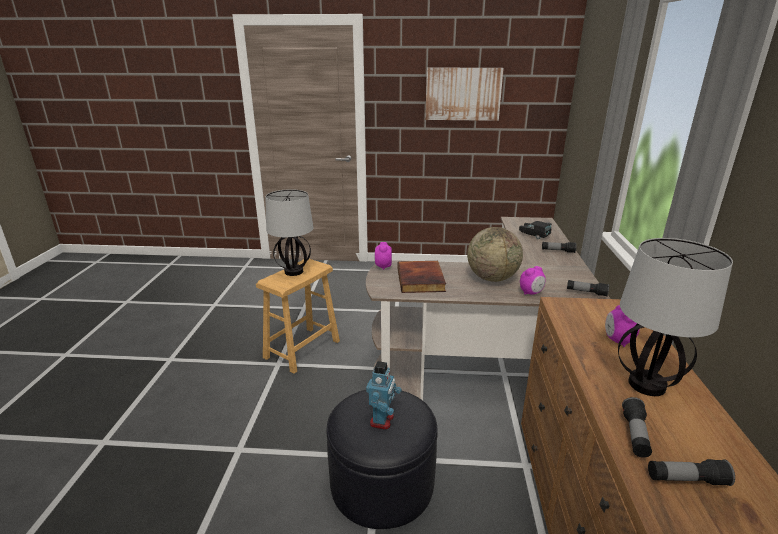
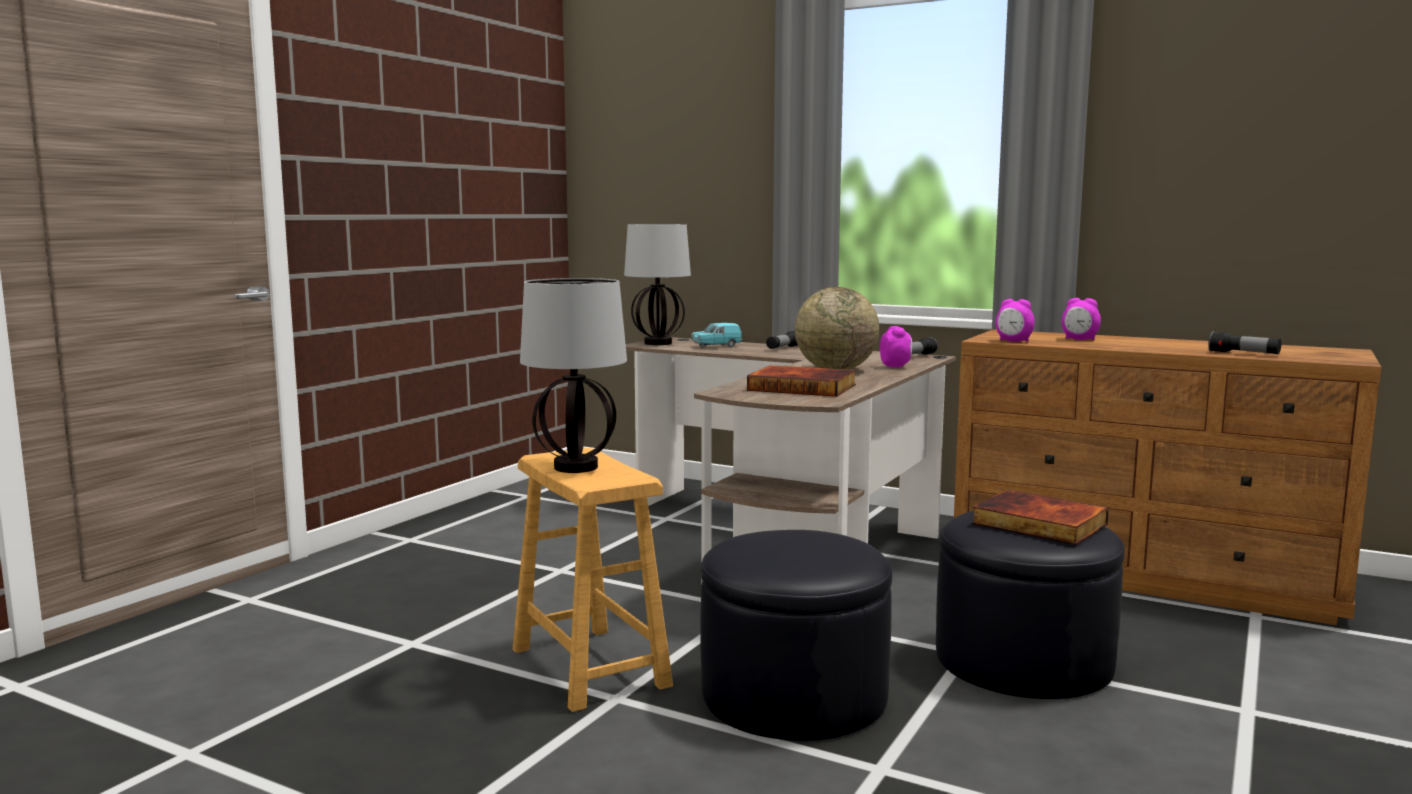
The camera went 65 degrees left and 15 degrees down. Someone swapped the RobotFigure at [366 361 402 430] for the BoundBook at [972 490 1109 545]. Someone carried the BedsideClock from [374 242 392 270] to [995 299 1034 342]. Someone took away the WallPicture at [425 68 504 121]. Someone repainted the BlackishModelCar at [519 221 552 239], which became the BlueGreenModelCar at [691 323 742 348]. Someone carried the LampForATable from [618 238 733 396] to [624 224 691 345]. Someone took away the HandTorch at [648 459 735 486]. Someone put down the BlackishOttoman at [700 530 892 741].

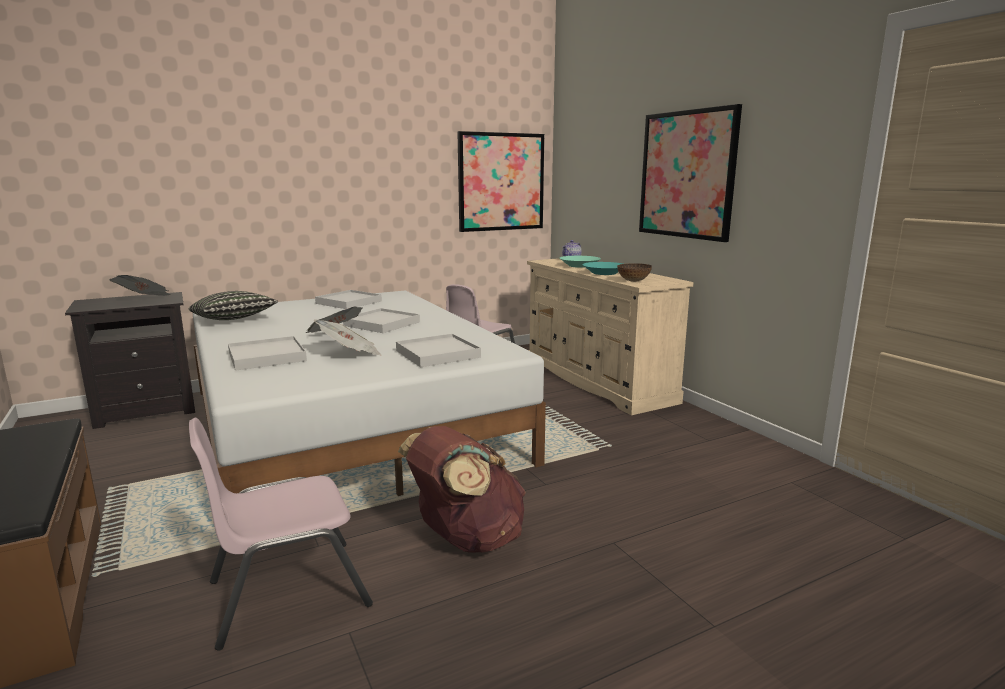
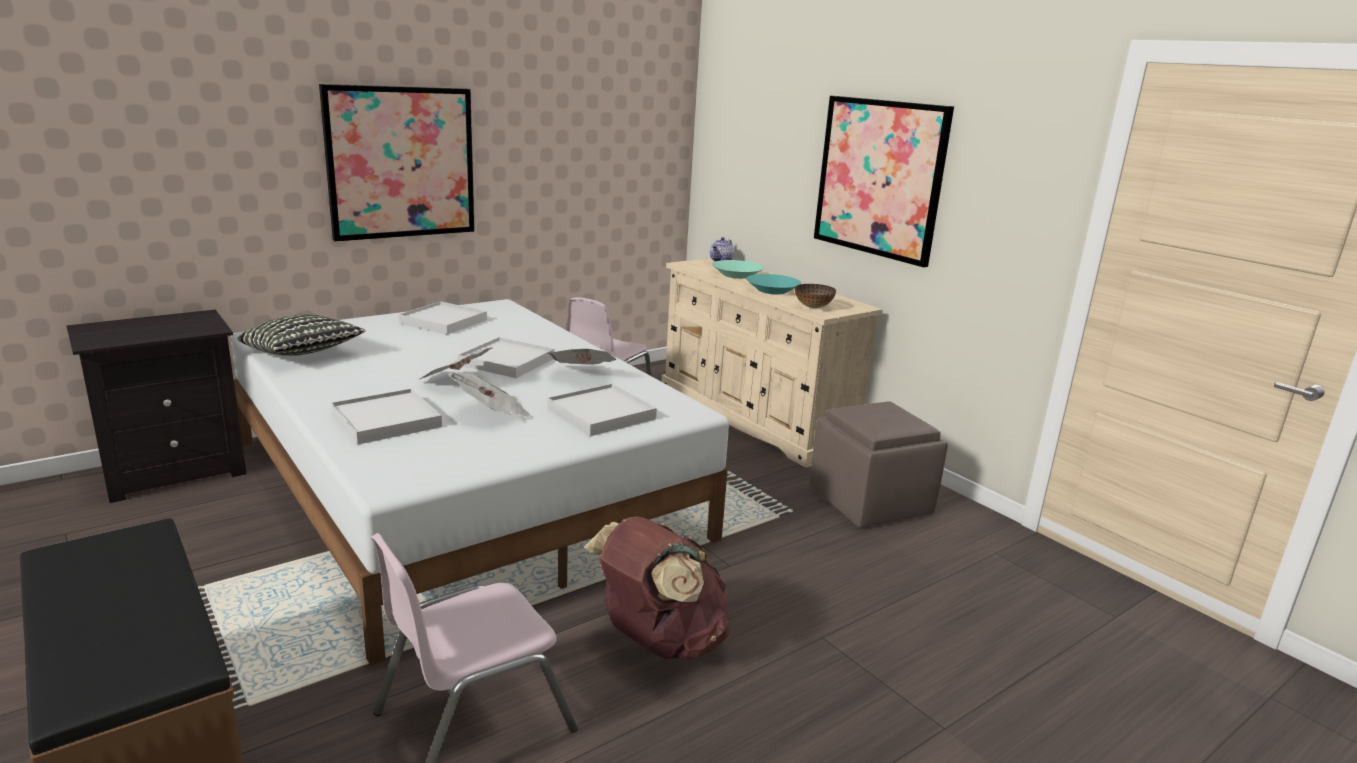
The camera went 10 degrees left and 5 degrees up. Someone carried the DailyPaper from [110 275 171 296] to [548 349 616 365]. Someone carried the WallPicture from [457 131 544 232] to [319 84 475 241]. Someone put down the BrownColouredOttoman at [810 401 948 527].

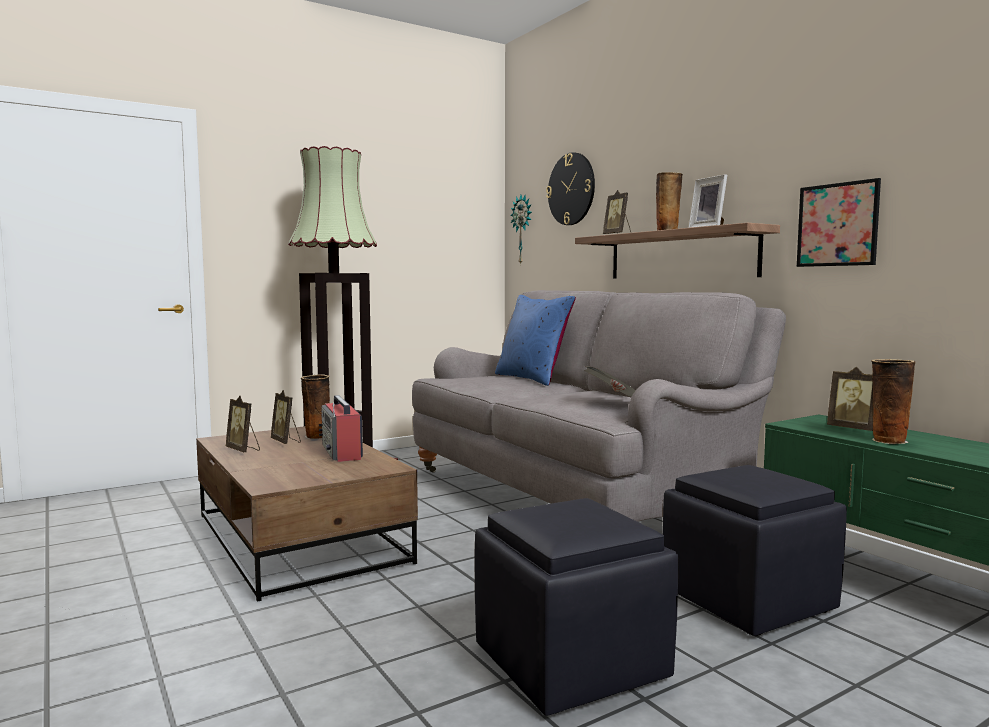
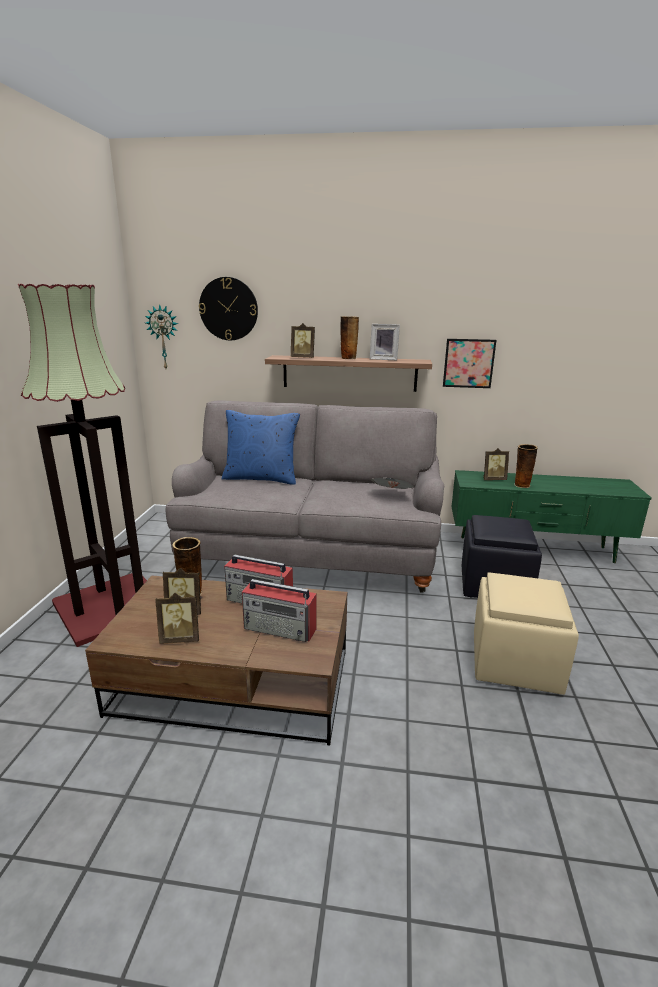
The camera went 50 degrees left and 15 degrees up. Someone repainted the BlackishOttoman at [475 498 679 716], which became the BeigeColouredOttoman at [474 573 579 695]. Someone put down the RadioReceiver at [242 579 317 642].

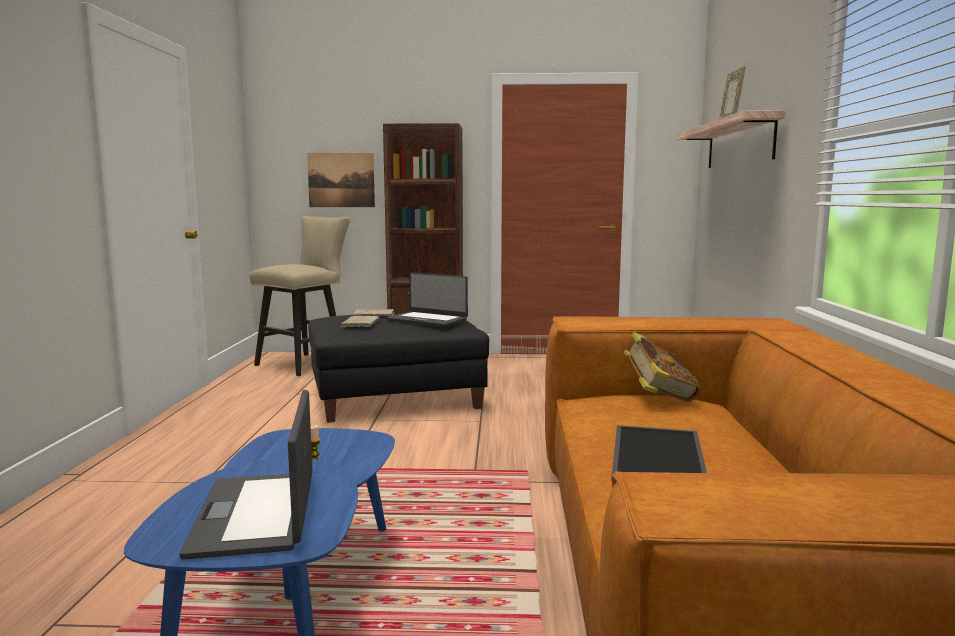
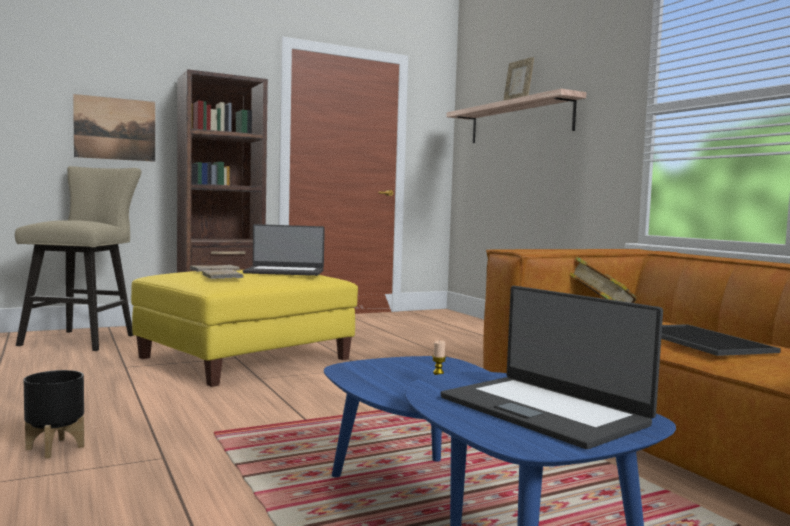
The camera went 30 degrees left and 5 degrees down. Someone repainted the BlackishOttoman at [308 313 489 423], which became the YellowishOttoman at [131 270 358 387]. Someone put down the BlackishPlantPot at [24 370 84 459].

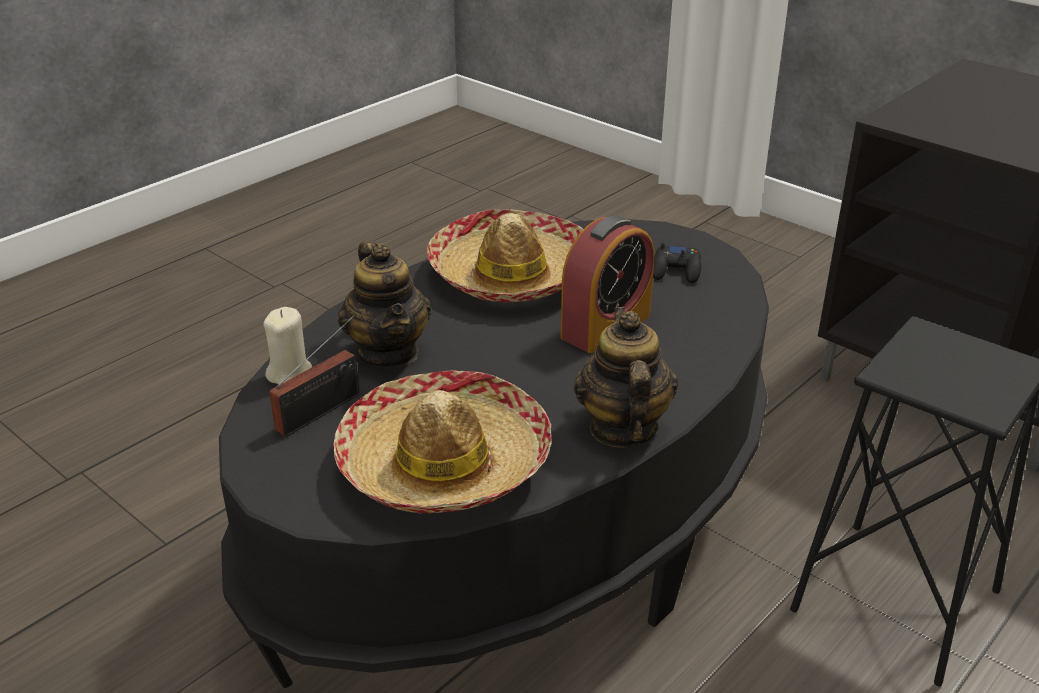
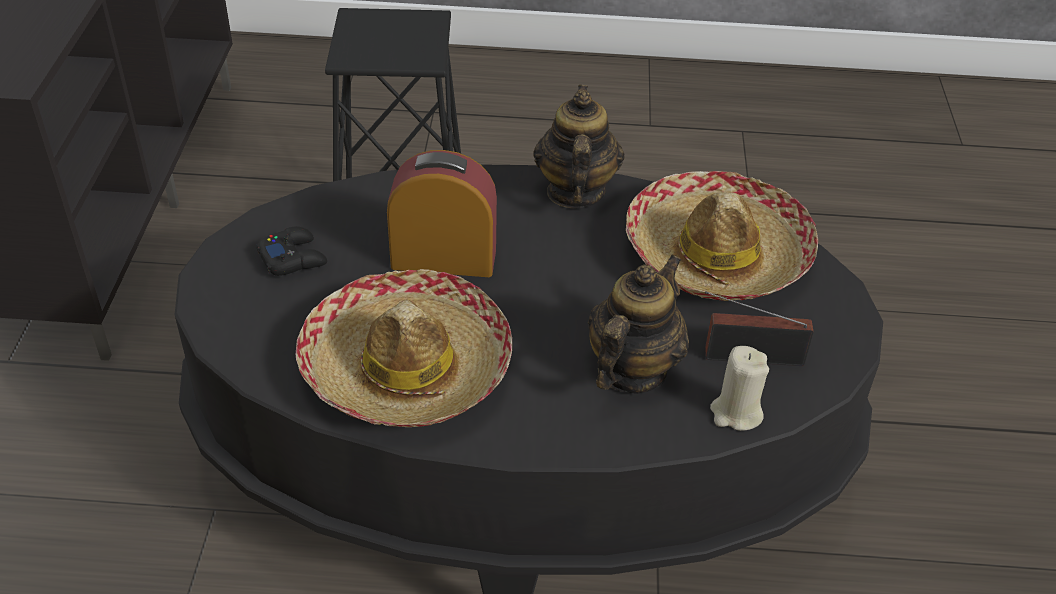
The camera went 130 degrees left and 10 degrees up. Someone rotated the TeaPot at [574 307 678 448] by 135 degrees clockwise.

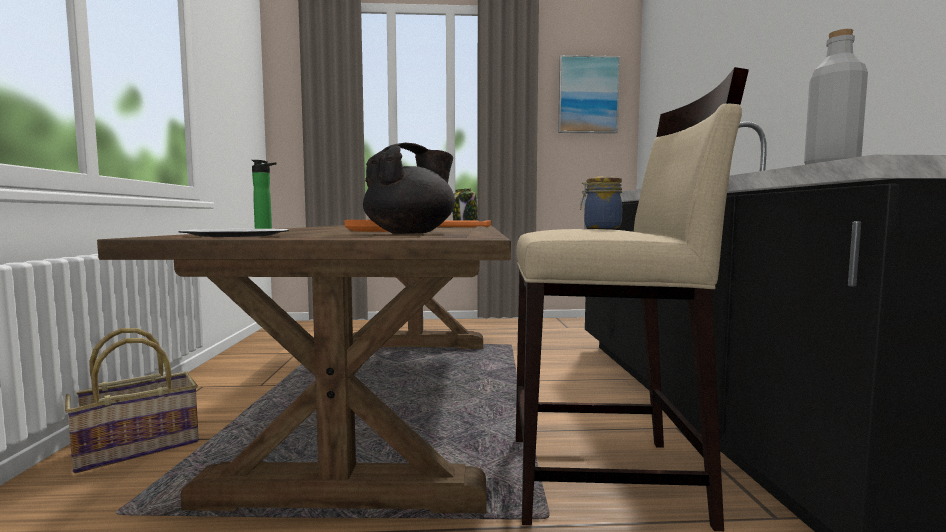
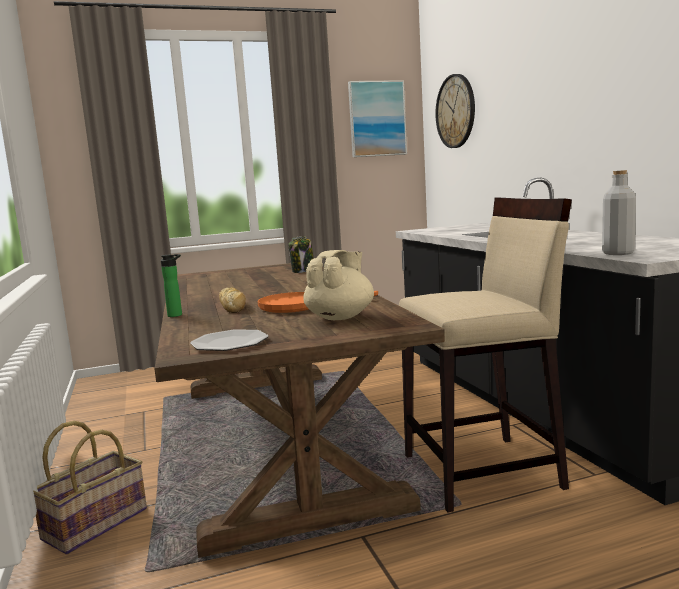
The camera went 15 degrees left and 5 degrees up. Someone repainted the BlackishTeaPot at [363 143 455 234], which became the BeigeColouredTeaPot at [303 250 374 320]. Someone took away the Jar at [580 176 622 228]. Someone put down the BakeryBread at [219 287 246 313]. Someone put up the ClockOnTheWall at [435 74 475 148].

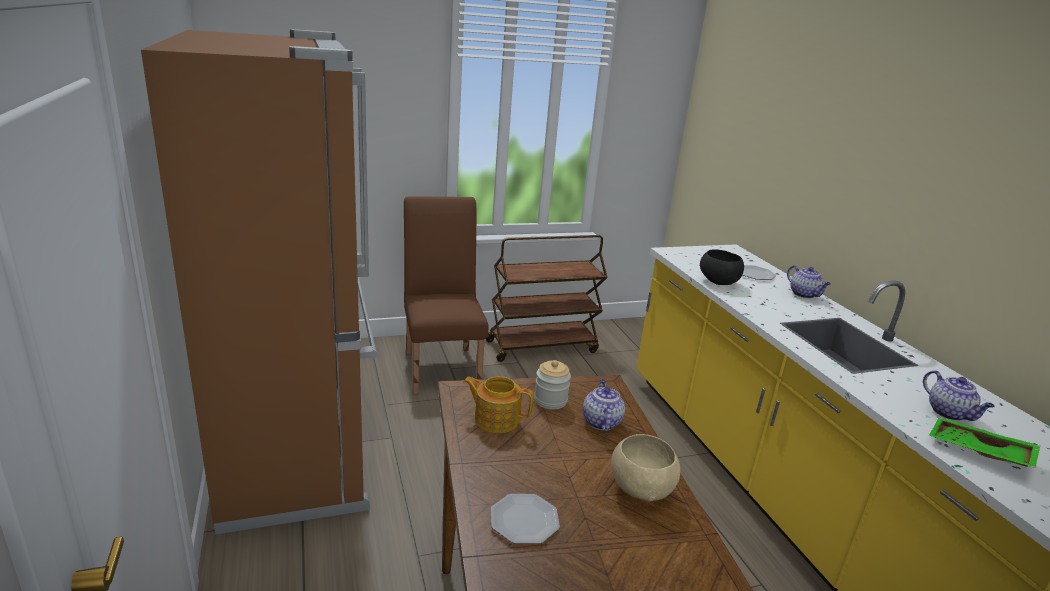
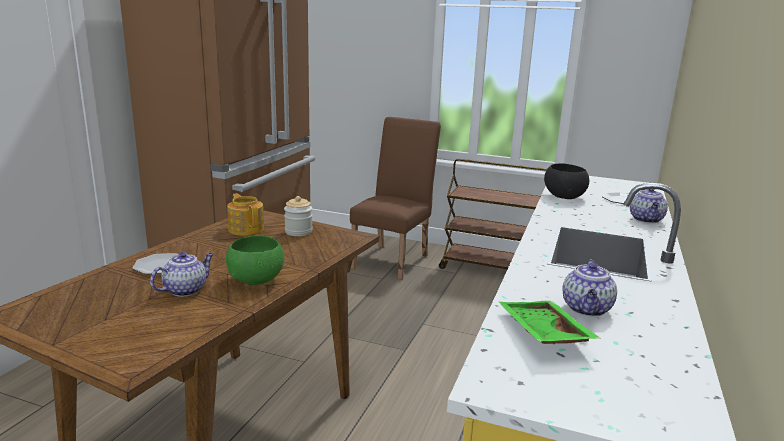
The camera went 40 degrees right and 5 degrees down. Someone carried the TeaPot from [583 379 625 431] to [150 252 214 297]. Someone repainted the BeigeColouredDeepDish at [611 434 680 501], which became the GreenColouredDeepDish at [226 236 284 285].

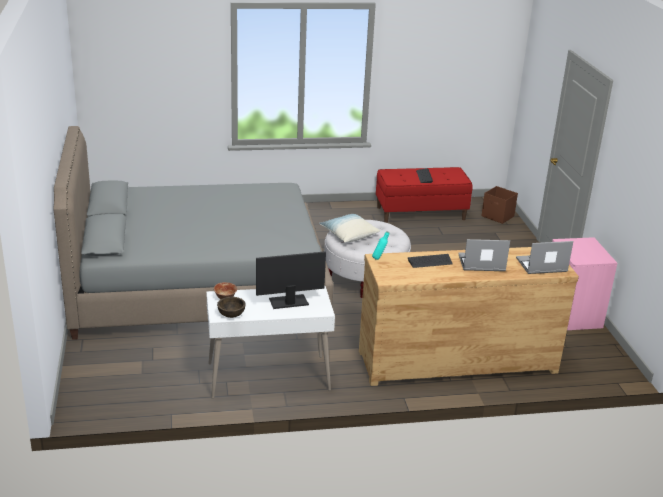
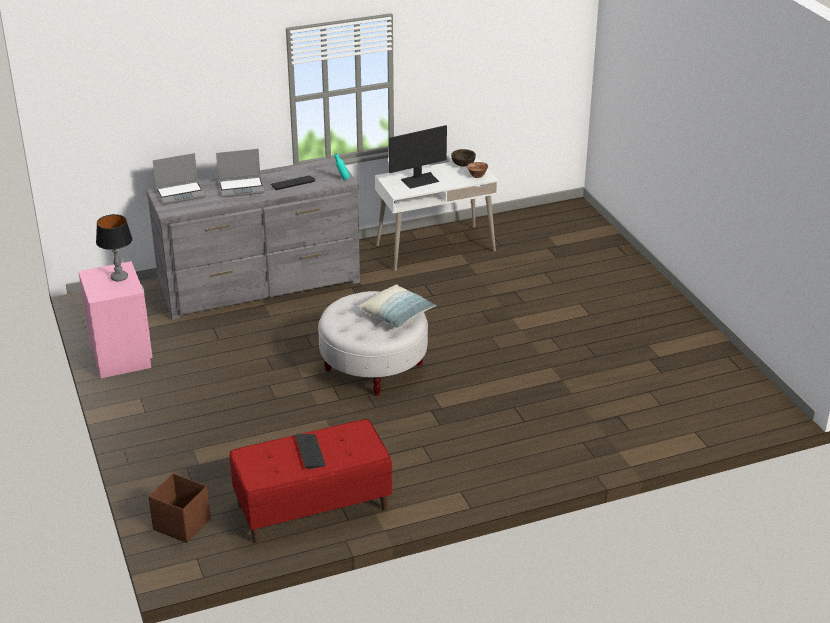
The camera went 170 degrees right and 5 degrees up. Someone took away the GreyishBed at [53 126 334 340]. Someone repainted the BrownColouredDresser at [359 247 579 386], which became the GreyishDresser at [146 158 360 320]. Someone put down the LampForATable at [96 214 133 281].

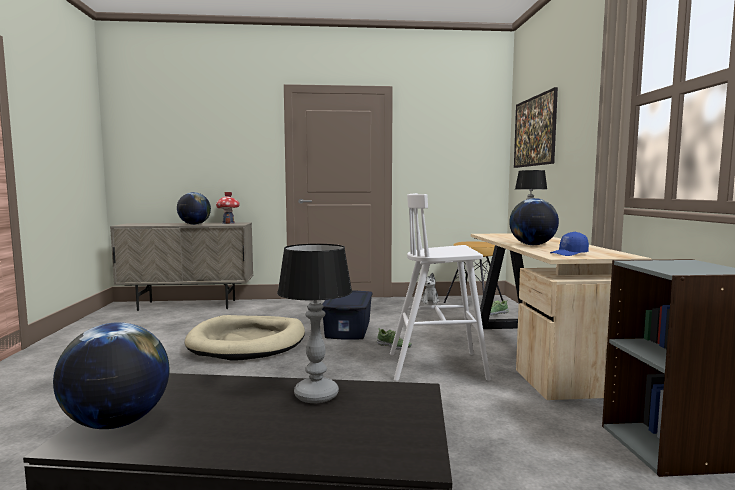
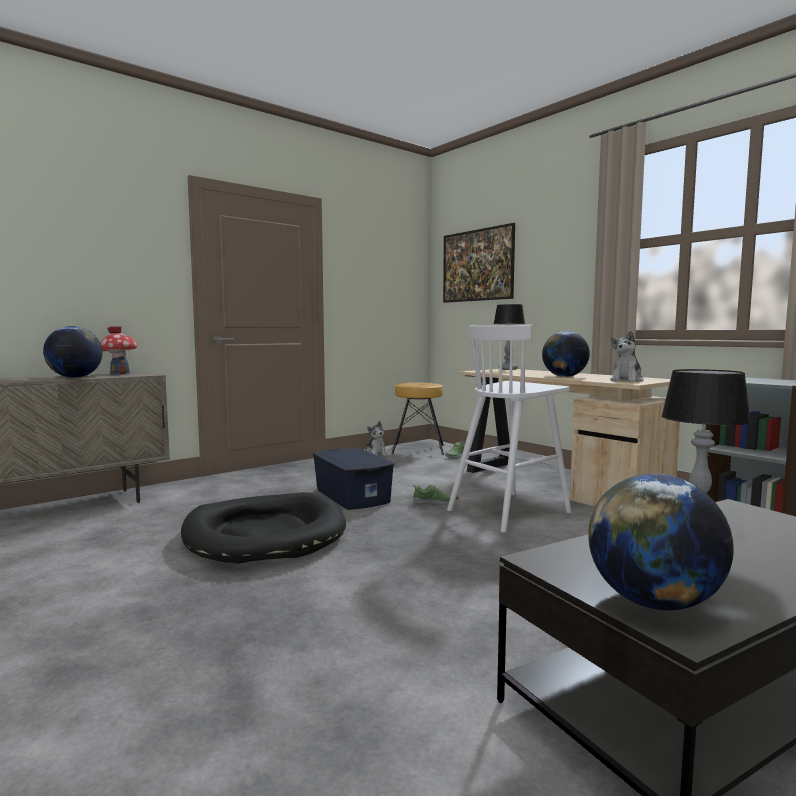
The camera went 35 degrees left and 0 degrees up. Someone repainted the BeigeColouredDogBed at [185 315 305 361], which became the BlackishDogBed at [181 492 346 564]. Someone swapped the BluePeakedCap at [550 232 589 256] for the CuddlyToy at [610 331 644 382].

